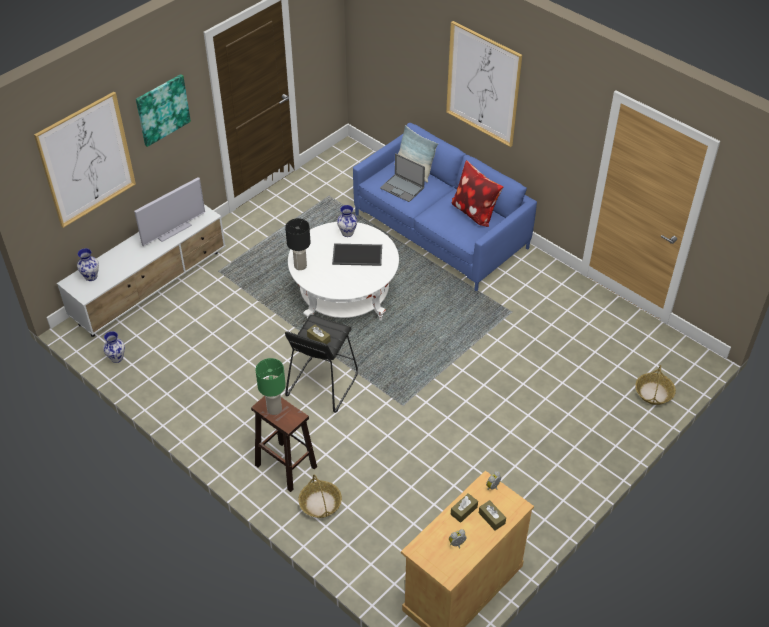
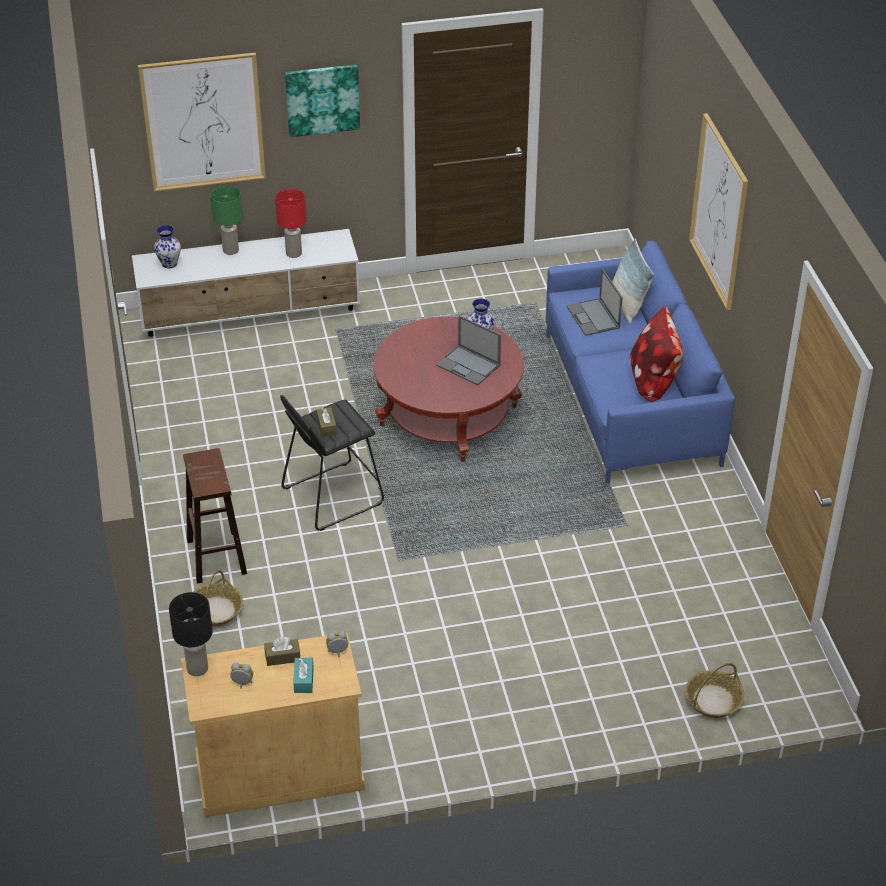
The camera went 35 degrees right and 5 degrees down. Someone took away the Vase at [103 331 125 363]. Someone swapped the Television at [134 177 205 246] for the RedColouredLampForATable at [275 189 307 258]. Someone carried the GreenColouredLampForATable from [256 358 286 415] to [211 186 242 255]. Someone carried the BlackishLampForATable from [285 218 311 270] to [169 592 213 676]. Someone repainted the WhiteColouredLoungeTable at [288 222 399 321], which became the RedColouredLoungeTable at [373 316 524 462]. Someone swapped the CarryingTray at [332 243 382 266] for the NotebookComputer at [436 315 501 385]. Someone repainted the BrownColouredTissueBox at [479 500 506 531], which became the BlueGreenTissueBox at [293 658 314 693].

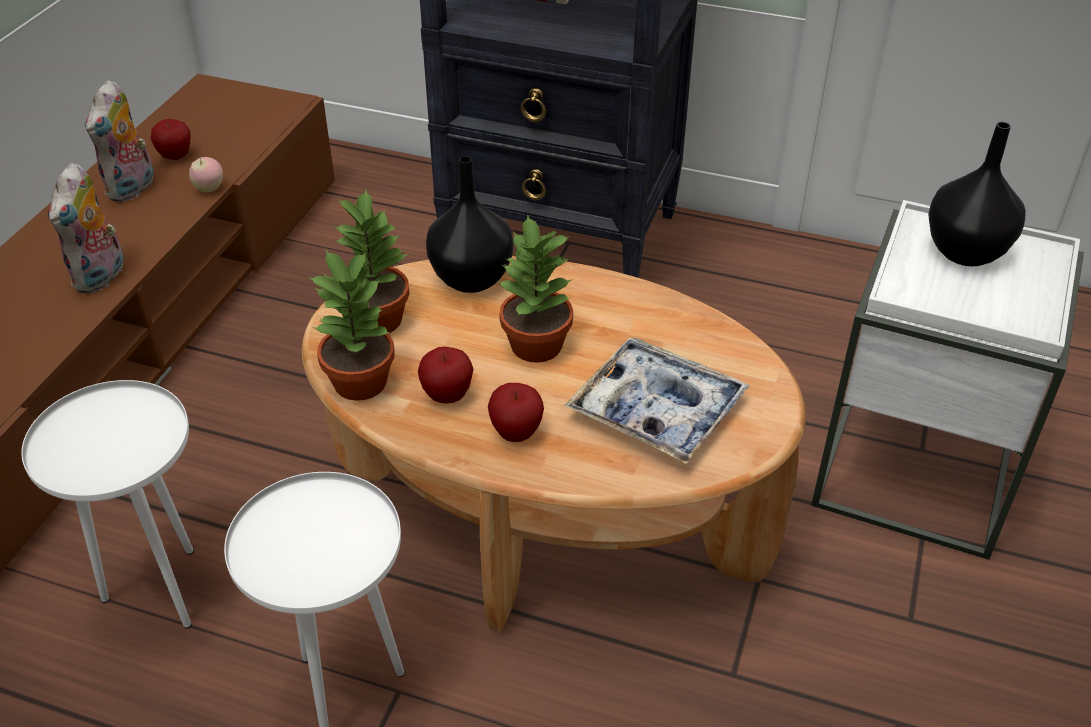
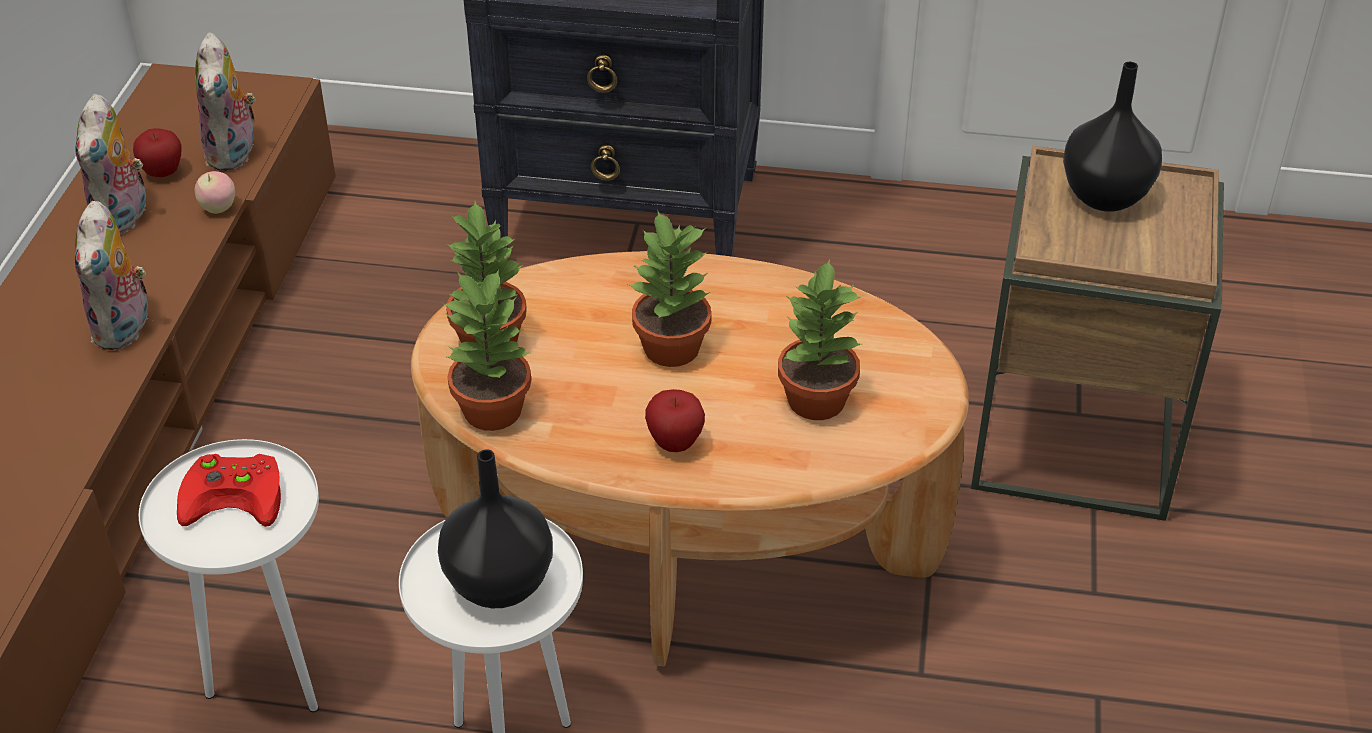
The camera went 10 degrees left and 0 degrees up. Someone took away the AppleFruit at [418 347 474 404]. Someone carried the BlackishVase from [426 156 514 293] to [438 449 553 608]. Someone swapped the CarryingTray at [563 338 750 464] for the PlantInAPot at [778 258 862 420]. Someone repainted the WhiteColouredAccentTable at [811 200 1084 560], which became the BrownColouredAccentTable at [971 146 1224 521]. Someone put down the RedColouredGameController at [177 454 281 527]. Someone put down the CuddlyToy at [195 32 256 171].

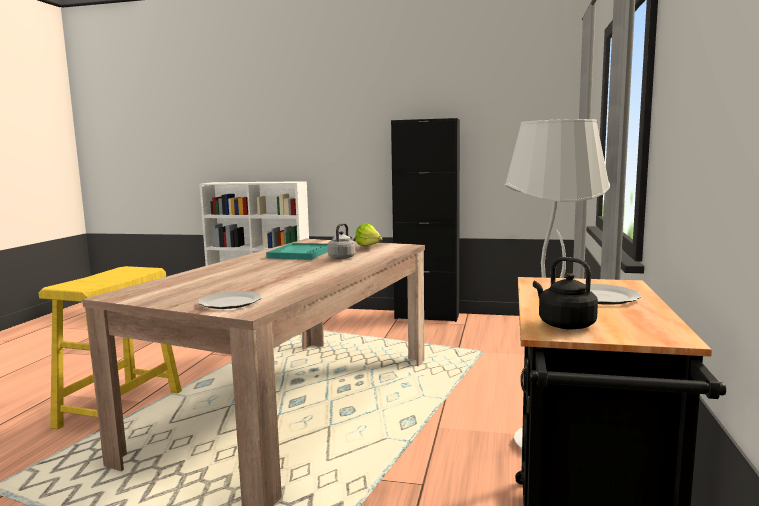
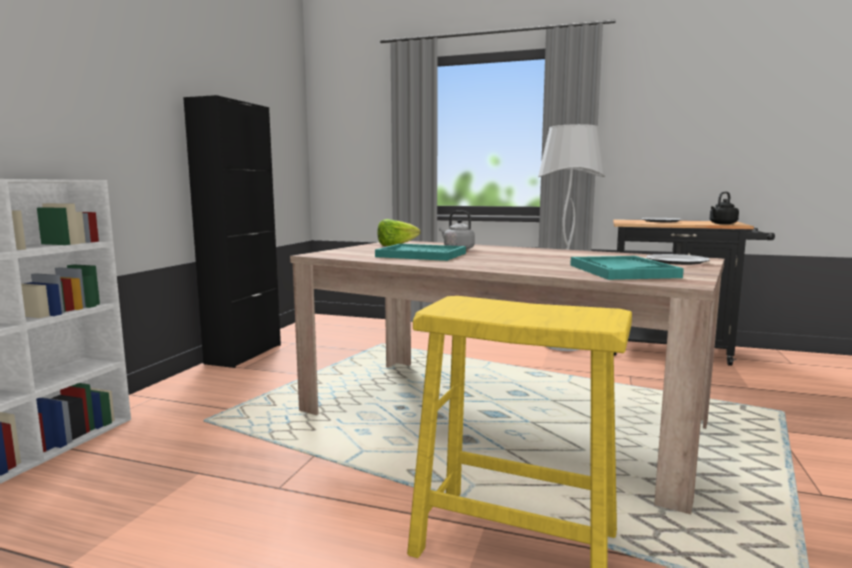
The camera went 85 degrees left and 0 degrees up. Someone put down the BlueGreenCarryingTray at [571 256 684 280].

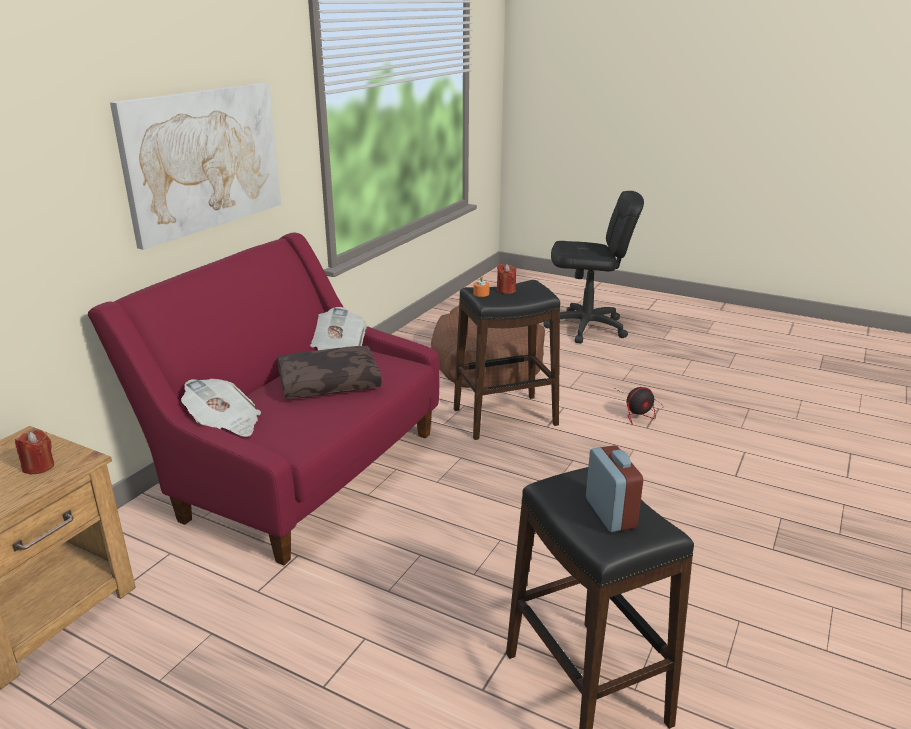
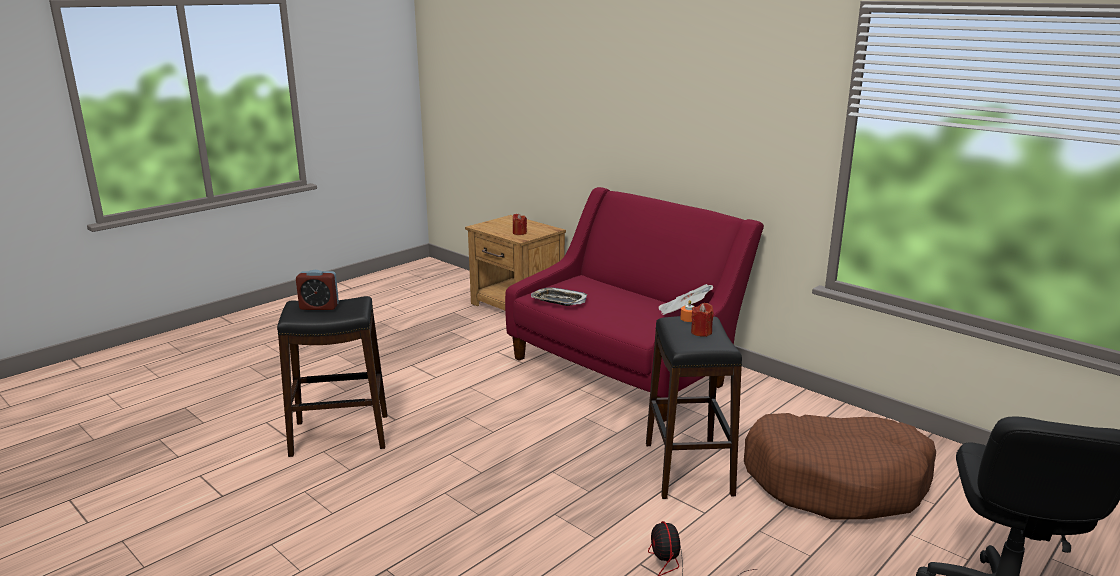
The camera went 105 degrees right and 5 degrees down. Someone took away the WallPicture at [110 83 281 250]. Someone took away the DailyPaper at [181 379 261 437]. Someone took away the BrownColouredThrowPillow at [277 346 382 399]. Someone put down the CarryingTray at [531 288 587 306].

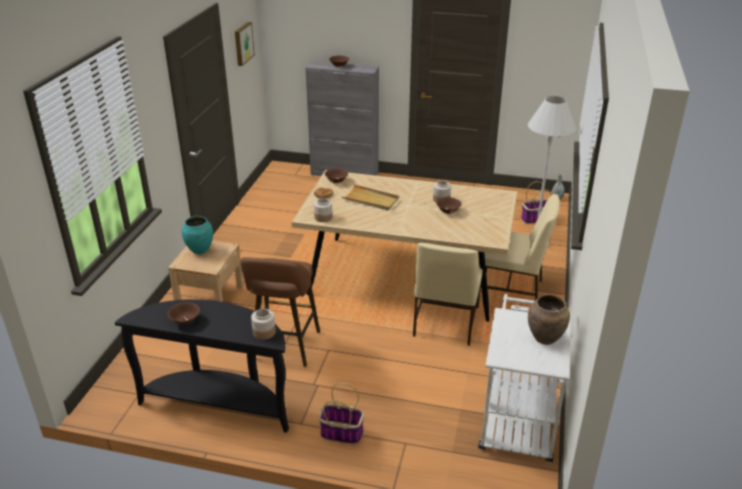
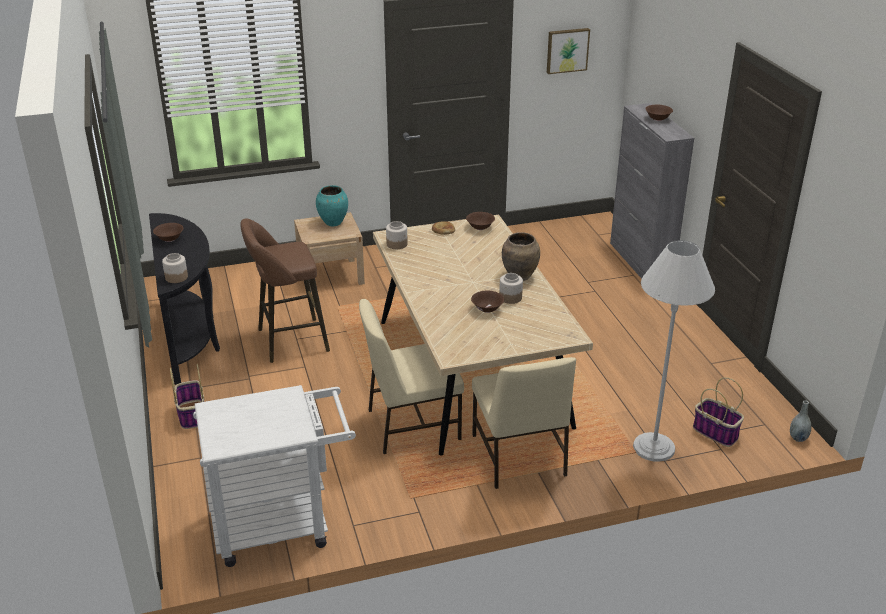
The camera went 60 degrees right and 0 degrees up. Someone took away the BeigeColouredCarryingTray at [342 184 399 211]. Someone carried the BrownColouredVase from [528 294 570 345] to [502 232 540 281].

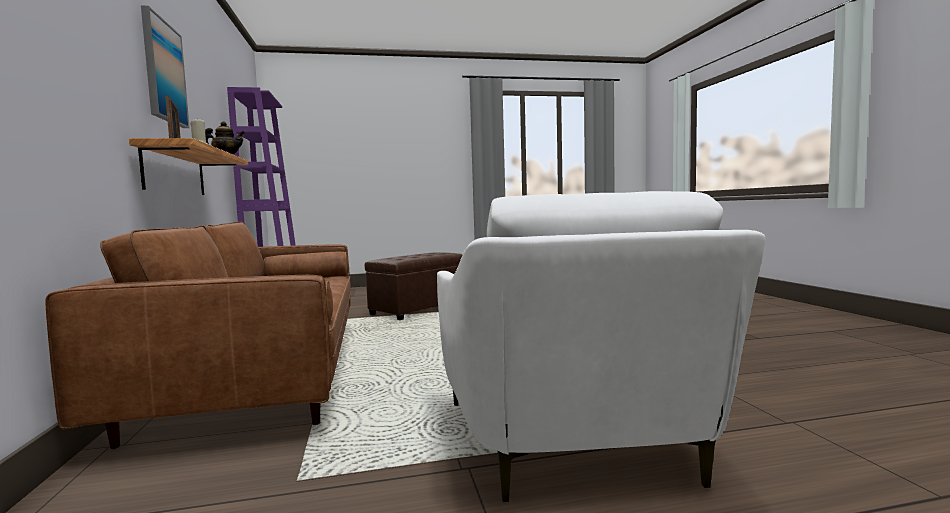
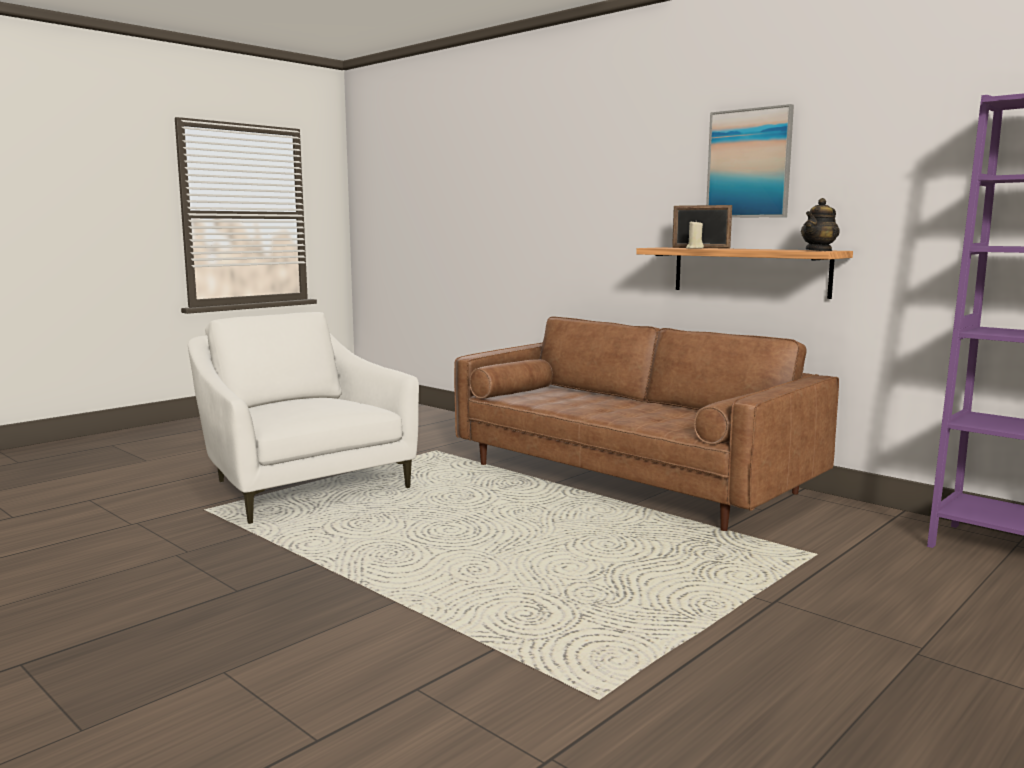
The camera went 145 degrees right and 5 degrees up. Someone took away the BrownColouredOttoman at [365 252 463 320].

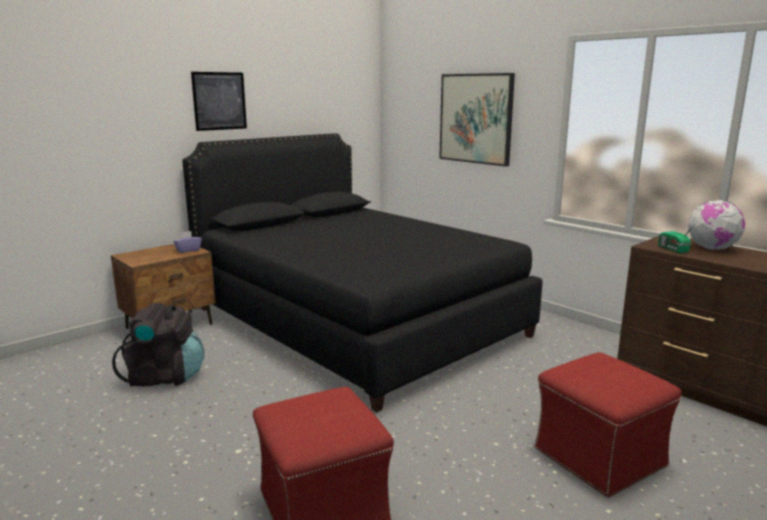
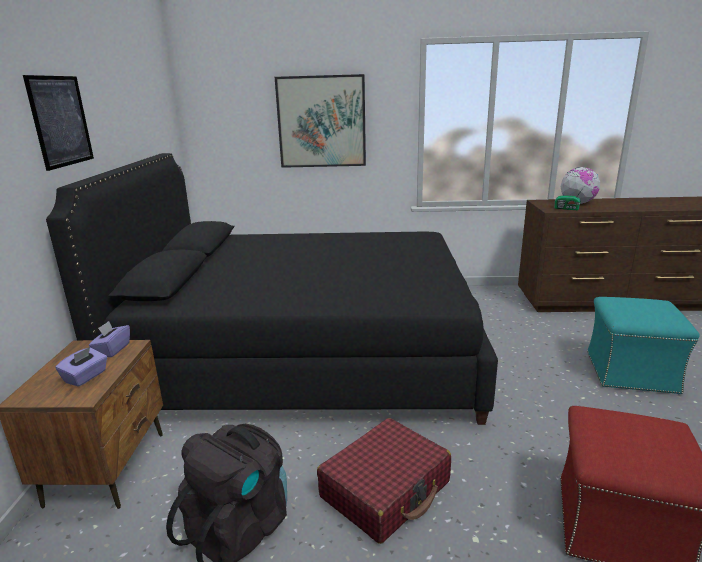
The camera went 45 degrees left and 5 degrees up. Someone repainted the RedColouredOttoman at [534 352 682 498], which became the BlueGreenOttoman at [587 297 700 394]. Someone put down the PurpleColouredTissueBox at [55 347 107 387]. Someone put down the RedColouredPieceOfLuggage at [317 418 451 544].

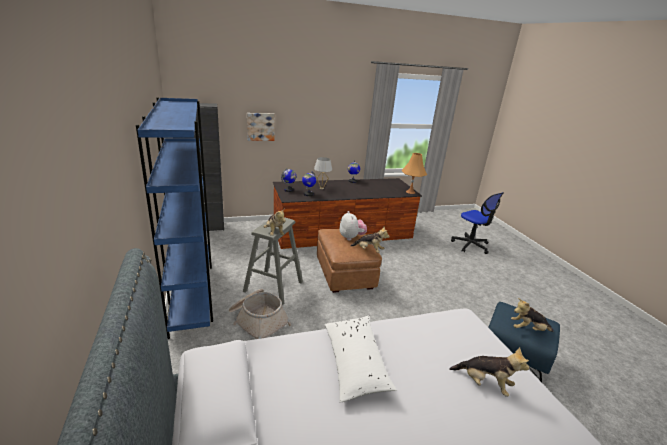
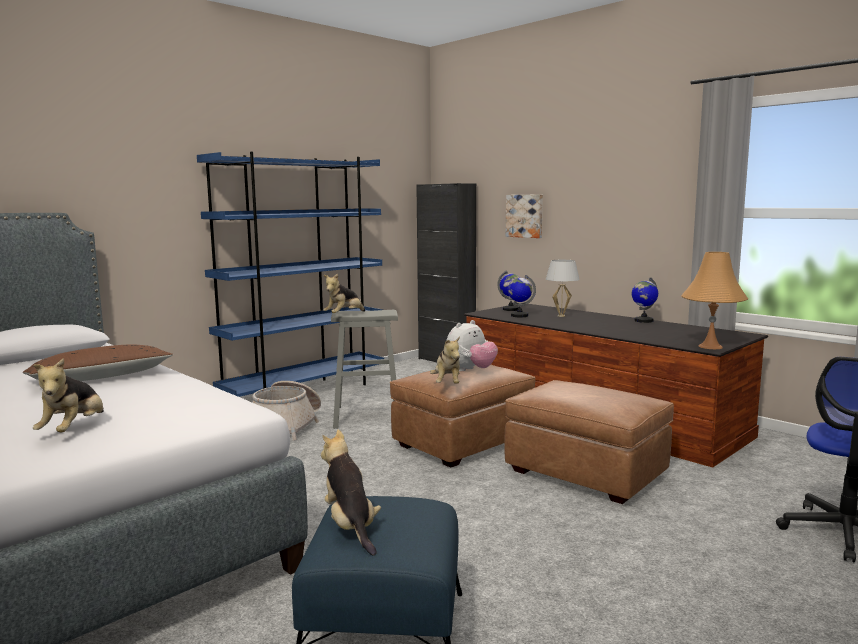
The camera went 65 degrees right and 15 degrees down. Someone repainted the WhiteColouredThrowPillow at [324 316 397 403], which became the BrownColouredThrowPillow at [23 344 173 381]. Someone put down the BrownColouredOttoman at [504 380 674 504].

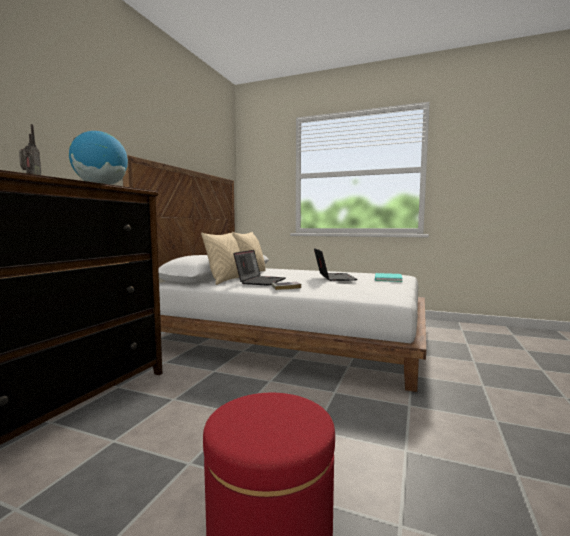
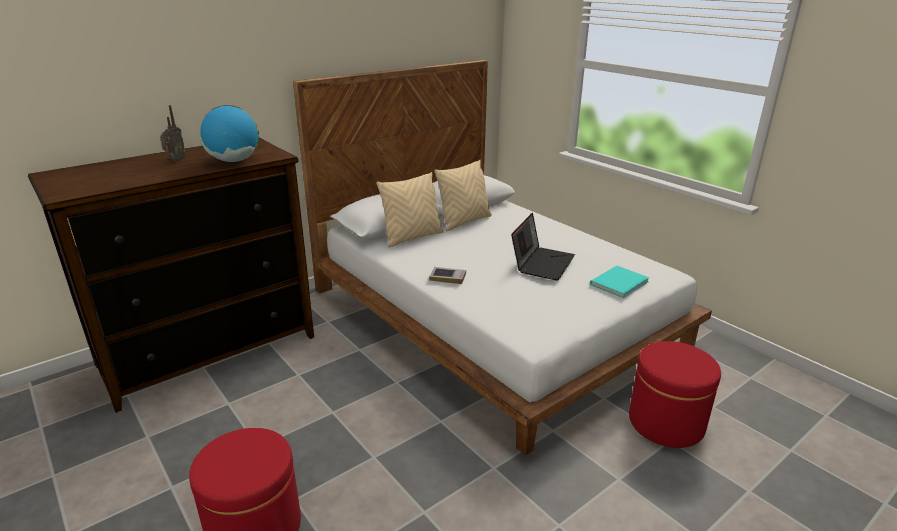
The camera went 30 degrees right and 20 degrees up. Someone took away the NotebookComputer at [233 250 286 286]. Someone put down the RedColouredOttoman at [629 341 721 448].

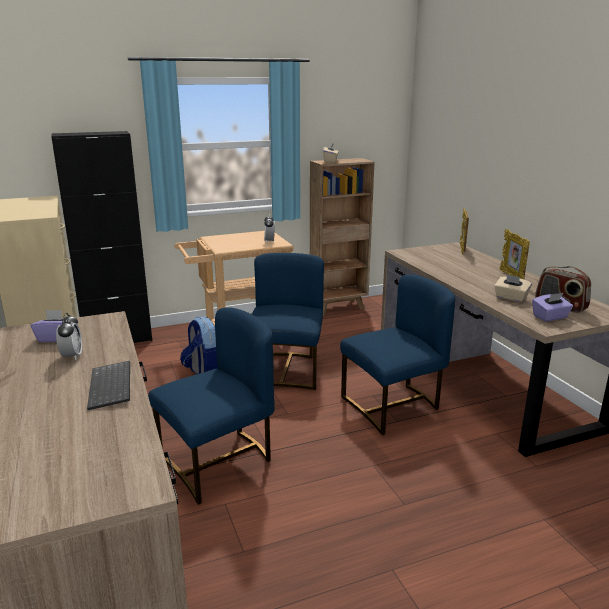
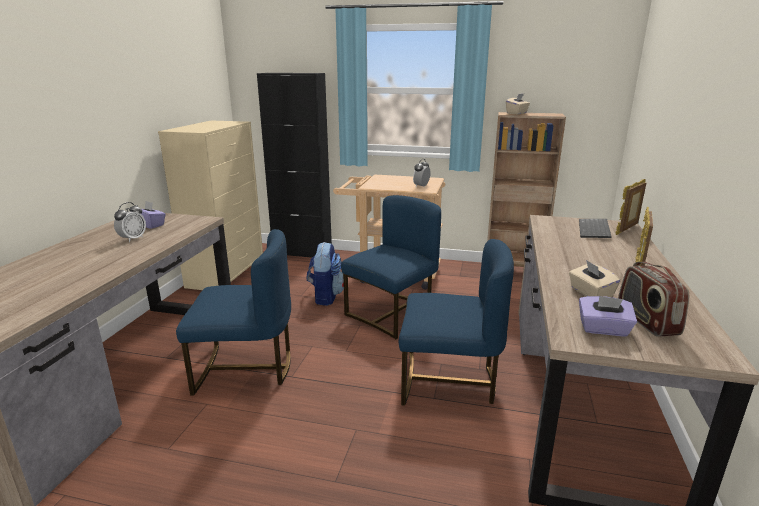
The camera went 35 degrees right and 0 degrees up. Someone carried the PcKeyboard from [87 361 130 410] to [579 219 611 238].

